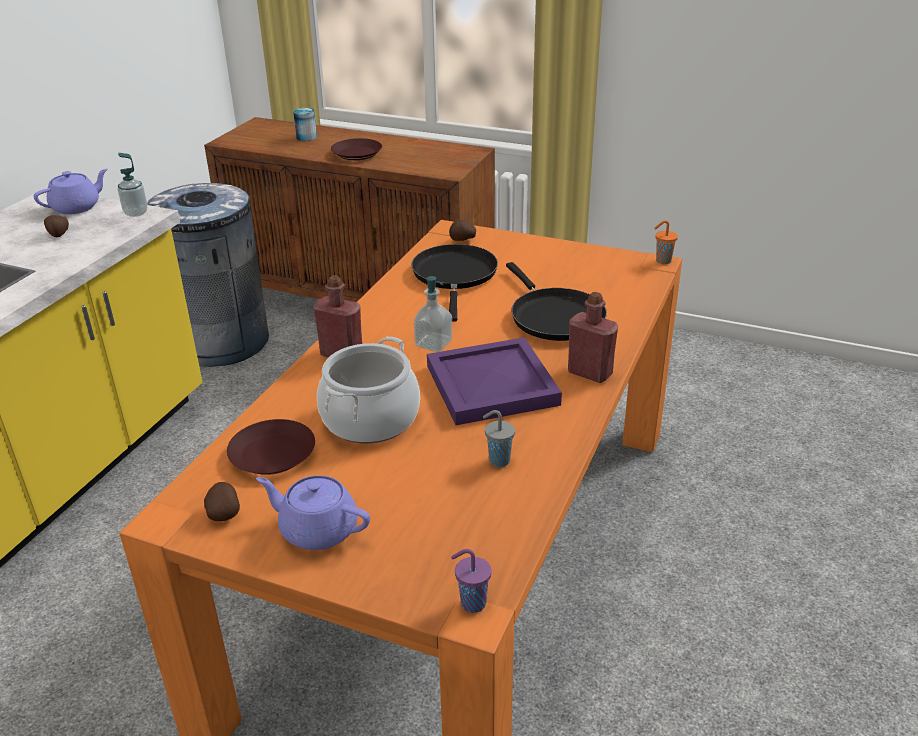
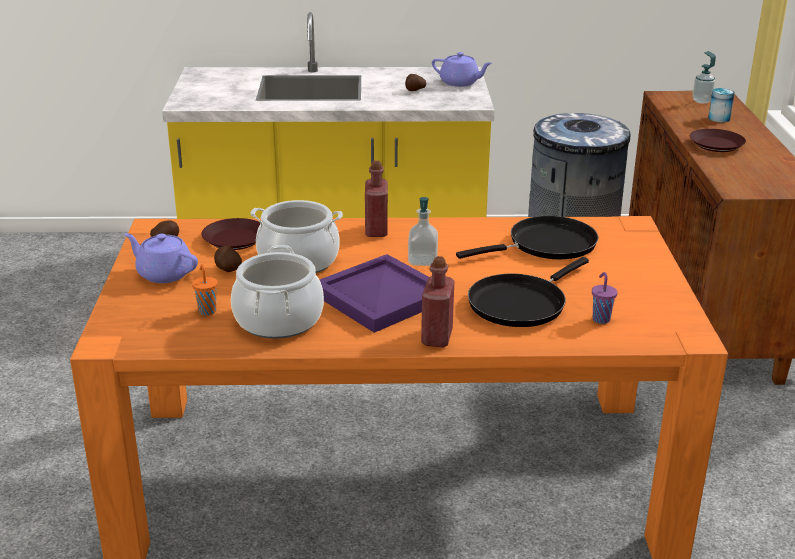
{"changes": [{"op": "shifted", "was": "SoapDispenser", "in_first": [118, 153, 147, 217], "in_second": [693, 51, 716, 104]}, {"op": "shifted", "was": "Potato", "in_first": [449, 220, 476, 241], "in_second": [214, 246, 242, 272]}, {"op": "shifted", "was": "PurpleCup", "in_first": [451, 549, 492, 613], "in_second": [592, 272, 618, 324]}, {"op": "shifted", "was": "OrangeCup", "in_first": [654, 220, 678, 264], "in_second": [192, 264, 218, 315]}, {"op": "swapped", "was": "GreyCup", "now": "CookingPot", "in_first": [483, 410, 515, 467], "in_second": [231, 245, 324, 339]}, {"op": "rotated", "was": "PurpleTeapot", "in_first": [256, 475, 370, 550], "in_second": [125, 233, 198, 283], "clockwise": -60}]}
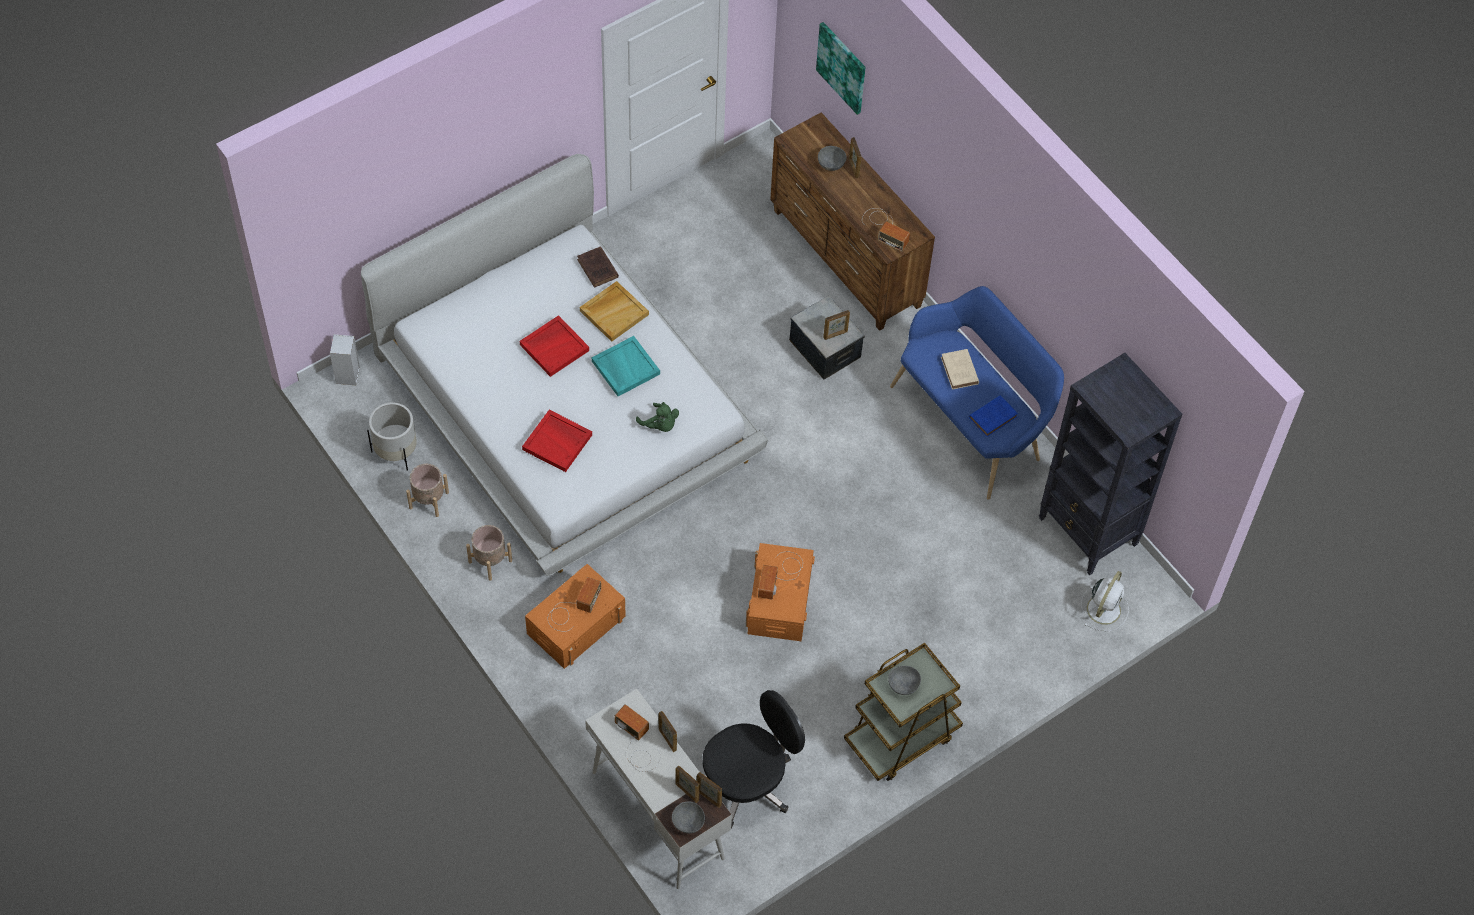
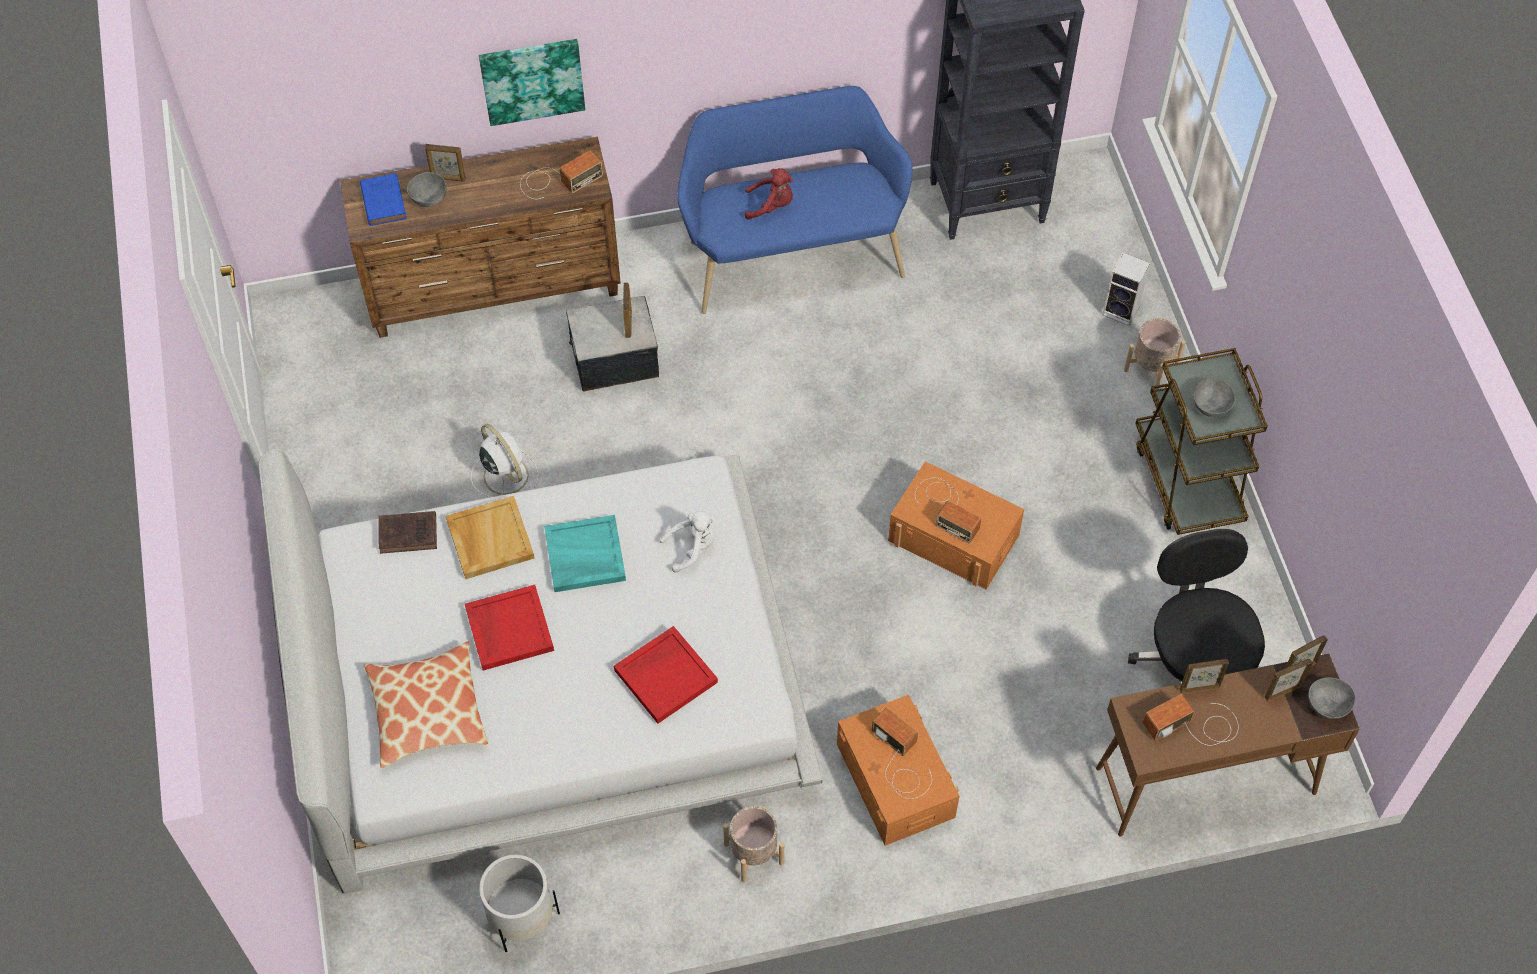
{"changes": [{"op": "new", "now": "Pillow", "in_second": [364, 641, 488, 768]}, {"op": "shifted", "was": "Speaker", "in_first": [330, 334, 360, 385], "in_second": [1102, 253, 1150, 326]}, {"op": "shifted", "was": "BeigePlanter", "in_first": [406, 464, 449, 517], "in_second": [1124, 318, 1186, 390]}, {"op": "shifted", "was": "Picture", "in_first": [816, 22, 866, 115], "in_second": [479, 39, 585, 126]}, {"op": "shifted", "was": "BlueBook", "in_first": [969, 395, 1018, 437], "in_second": [360, 173, 407, 226]}, {"op": "shifted", "was": "WhiteFan", "in_first": [1081, 571, 1129, 632], "in_second": [471, 424, 539, 497]}, {"op": "swapped", "was": "BeigeBook", "now": "RedPlushToy", "in_first": [941, 349, 979, 390], "in_second": [745, 168, 793, 220]}, {"op": "repainted", "was": "WhiteDesk", "now": "BrownDesk", "in_first": [585, 689, 732, 889], "in_second": [1096, 653, 1360, 837]}, {"op": "repainted", "was": "GreenPlushToy", "now": "WhitePlushToy", "in_first": [636, 402, 679, 432], "in_second": [660, 511, 716, 573]}]}
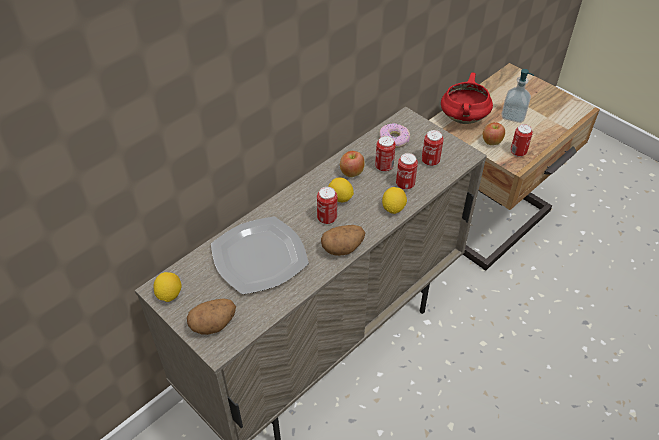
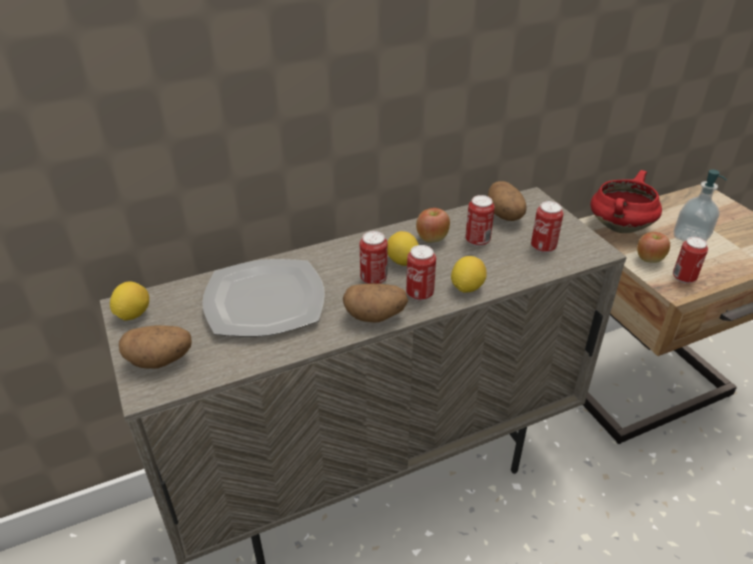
{"changes": [{"op": "shifted", "was": "Can", "in_first": [396, 153, 418, 190], "in_second": [406, 245, 436, 301]}, {"op": "swapped", "was": "Donut", "now": "Potato", "in_first": [379, 123, 410, 148], "in_second": [488, 181, 527, 221]}]}
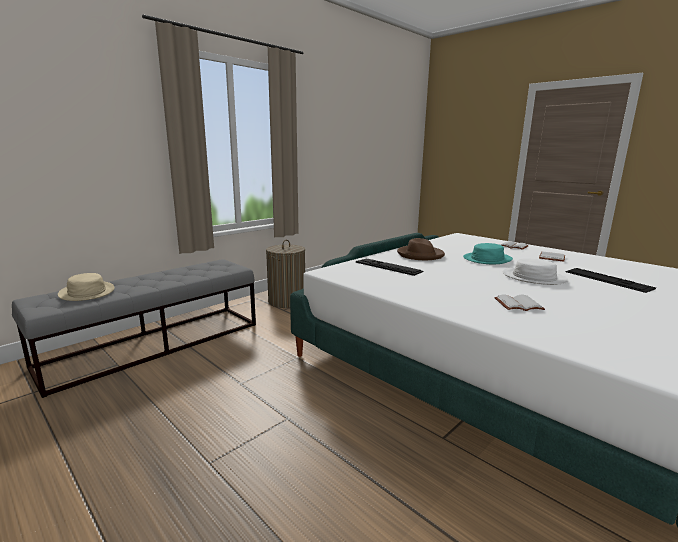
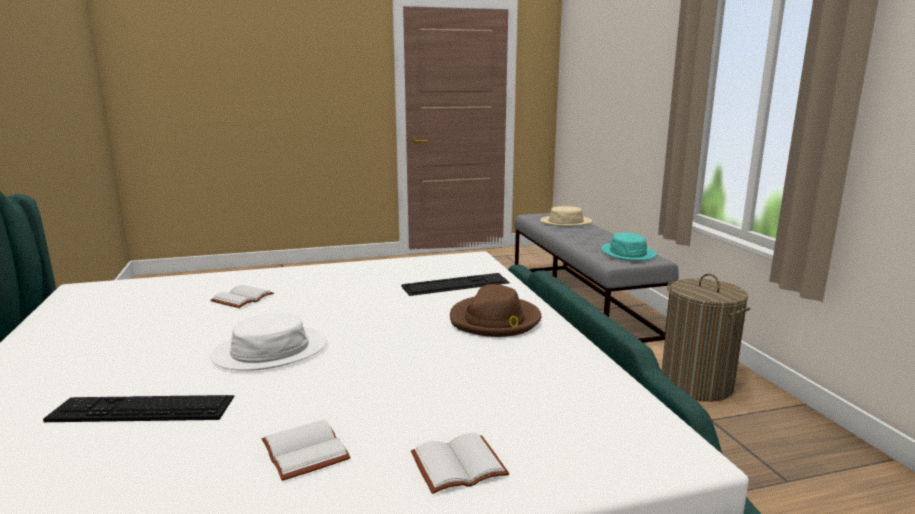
{"changes": [{"op": "shifted", "was": "TurquoiseHat", "in_first": [463, 243, 513, 264], "in_second": [601, 233, 656, 261]}]}
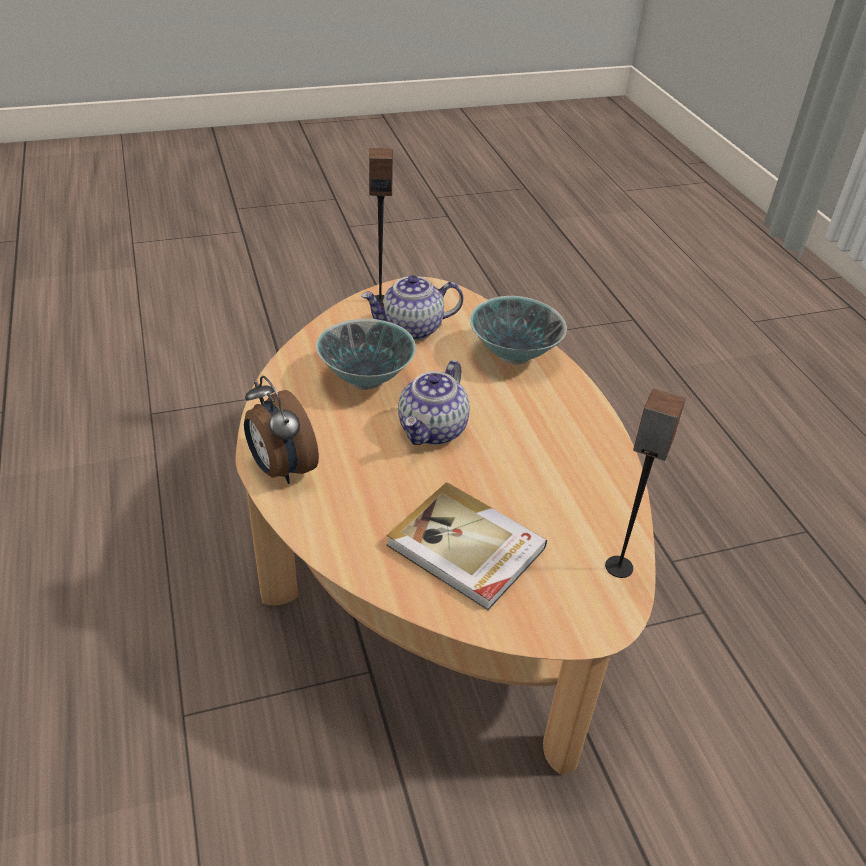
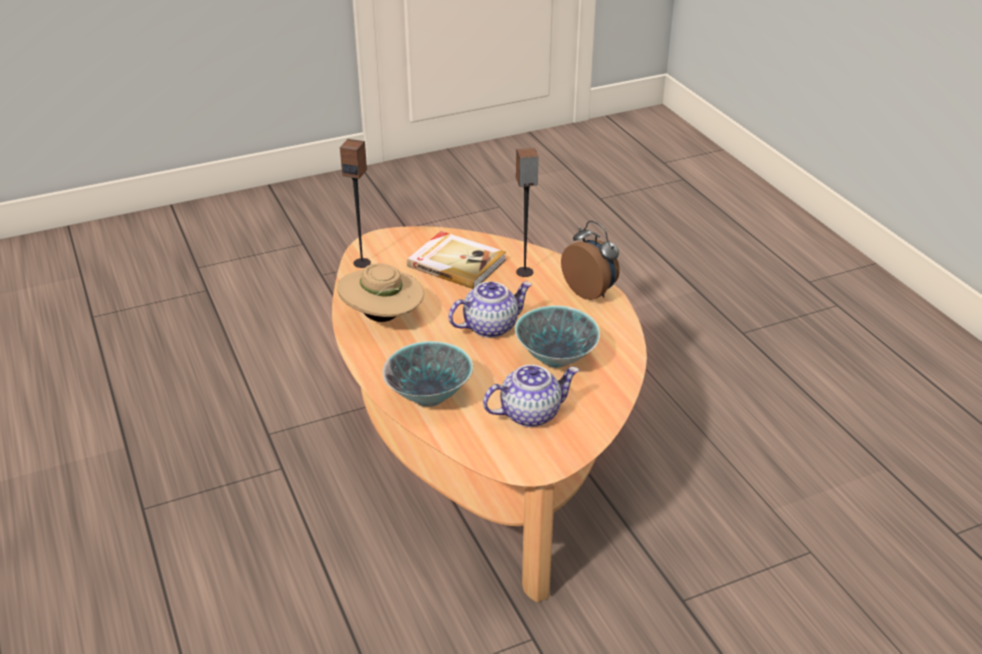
{"changes": [{"op": "new", "now": "BeigeHat", "in_second": [337, 263, 424, 322]}, {"op": "shifted", "was": "Speaker", "in_first": [369, 148, 393, 303], "in_second": [516, 147, 539, 277]}, {"op": "rotated", "was": "Teapot", "in_first": [398, 360, 470, 445], "in_second": [448, 282, 532, 338], "clockwise": 45}]}
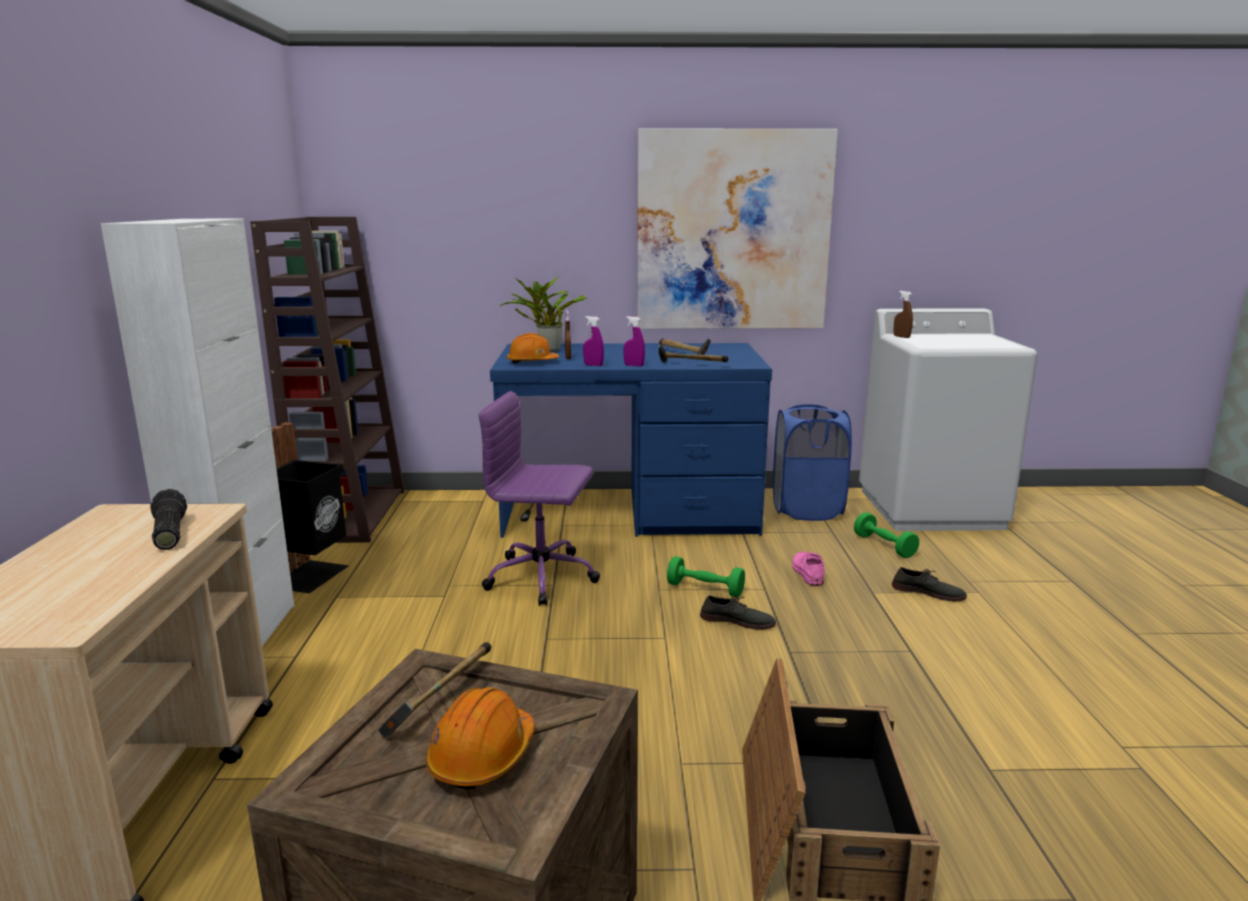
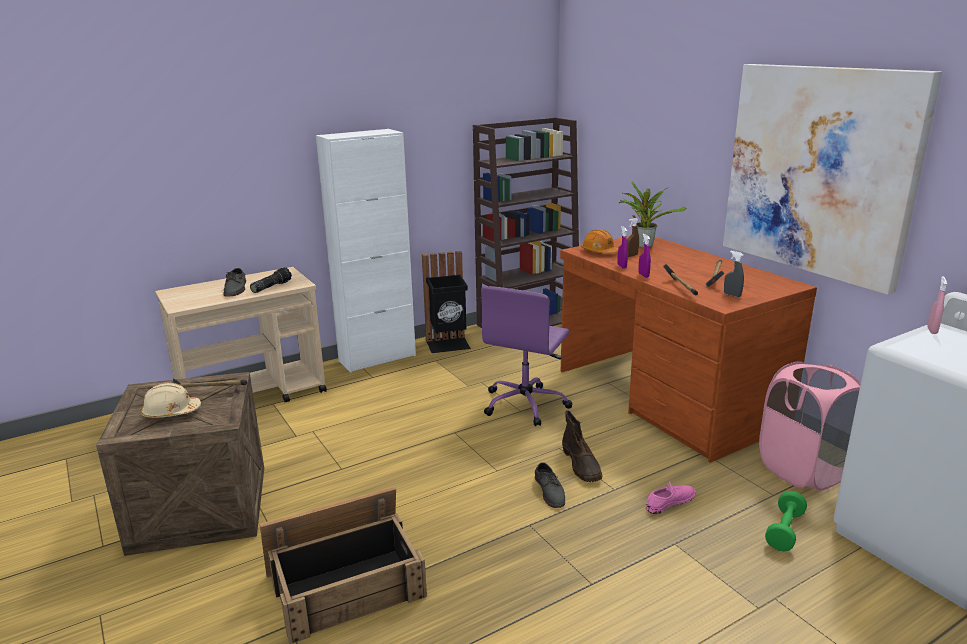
{"changes": [{"op": "new", "now": "GreySprayBottle", "in_second": [724, 251, 744, 297]}, {"op": "shifted", "was": "GreyShoe", "in_first": [892, 567, 967, 601], "in_second": [223, 268, 246, 297]}, {"op": "swapped", "was": "GreenDumbbell", "now": "BrownBoot", "in_first": [667, 556, 745, 597], "in_second": [562, 410, 602, 482]}, {"op": "repainted", "was": "OrangeHardHat", "now": "BeigeHardHat", "in_first": [425, 687, 535, 789], "in_second": [141, 382, 201, 418]}, {"op": "repainted", "was": "BlueDesk", "now": "BrownDesk", "in_first": [490, 343, 772, 538], "in_second": [560, 236, 817, 463]}, {"op": "repainted", "was": "BlueLaundryBasket", "now": "PinkLaundryBasket", "in_first": [773, 404, 852, 521], "in_second": [759, 361, 861, 491]}, {"op": "repainted", "was": "BrownSprayBottle", "now": "PinkSprayBottle", "in_first": [894, 291, 913, 338], "in_second": [927, 276, 947, 334]}, {"op": "rotated", "was": "PurpleOfficeChair", "in_first": [479, 391, 600, 606], "in_second": [481, 286, 572, 426], "clockwise": -135}]}
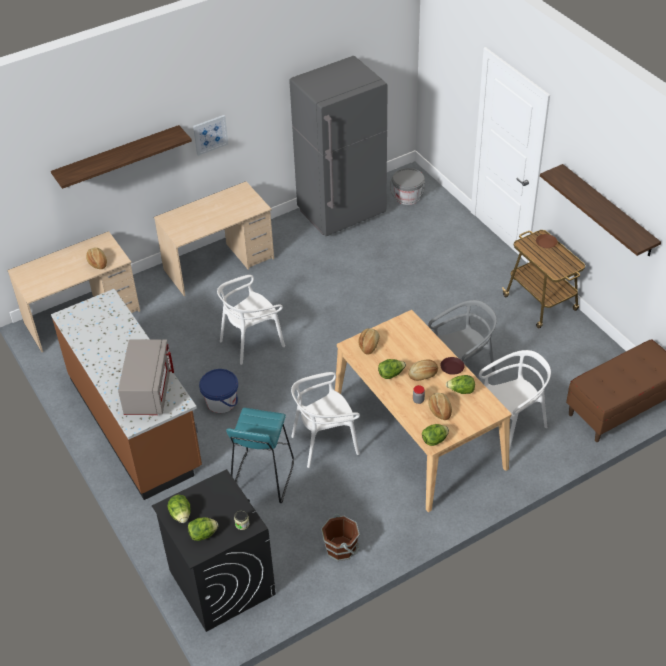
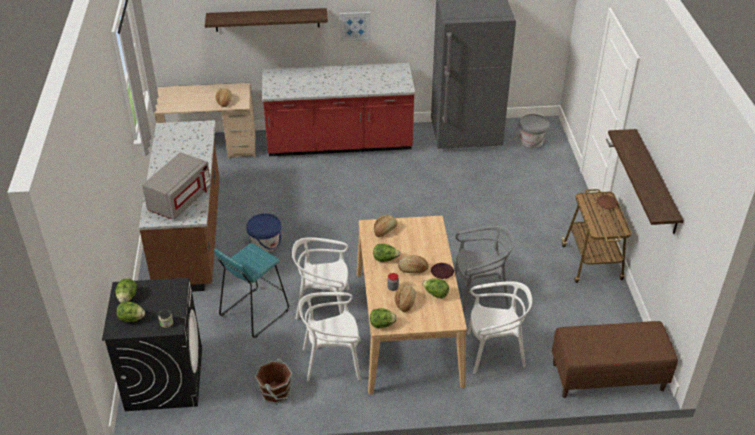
{"changes": [{"op": "shifted", "was": "WhiteChair", "in_first": [217, 275, 285, 365], "in_second": [299, 292, 361, 382]}, {"op": "swapped", "was": "BeigeDesk", "now": "RedCounter", "in_first": [154, 181, 274, 297], "in_second": [262, 63, 415, 156]}]}
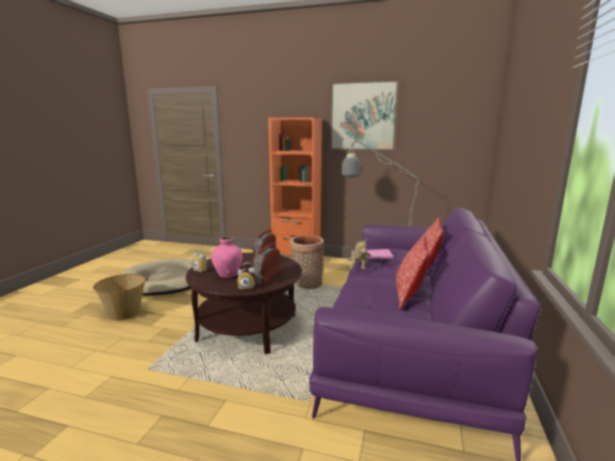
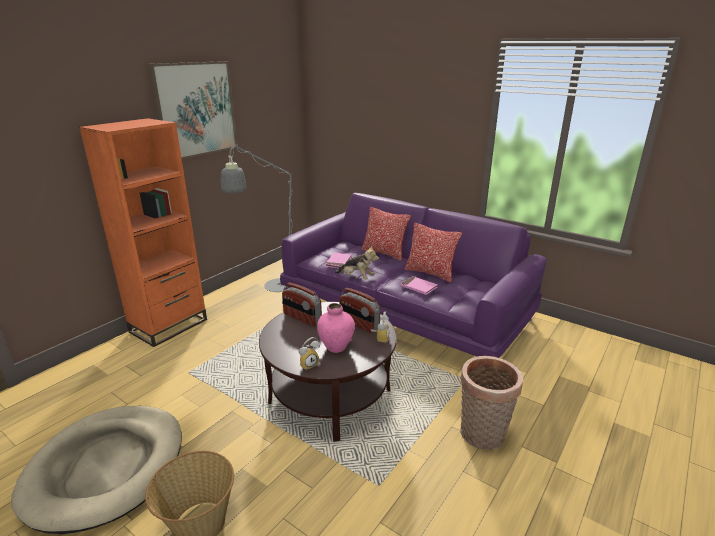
{"changes": [{"op": "new", "now": "PinkBook", "in_second": [400, 276, 438, 295]}, {"op": "shifted", "was": "Basket", "in_first": [290, 235, 324, 289], "in_second": [460, 356, 523, 450]}]}
